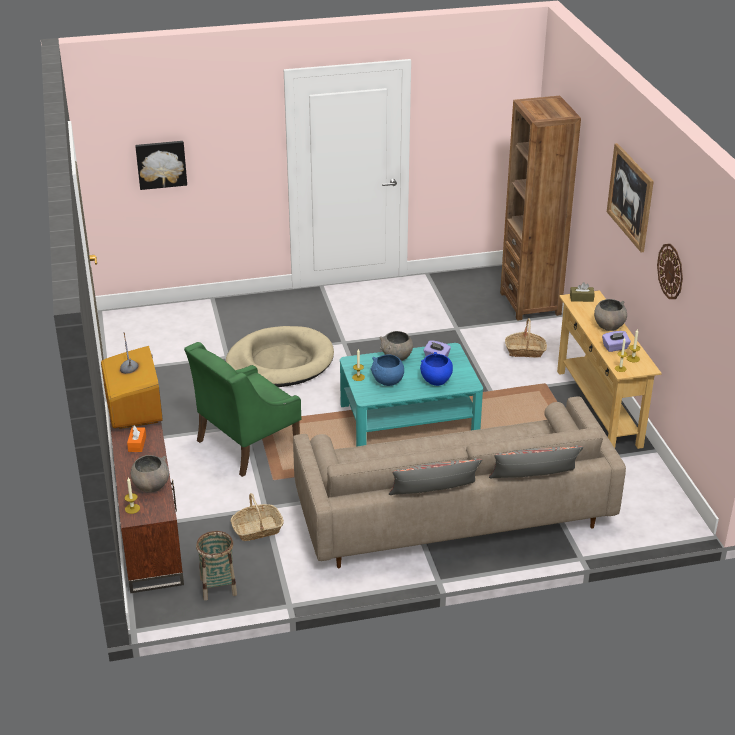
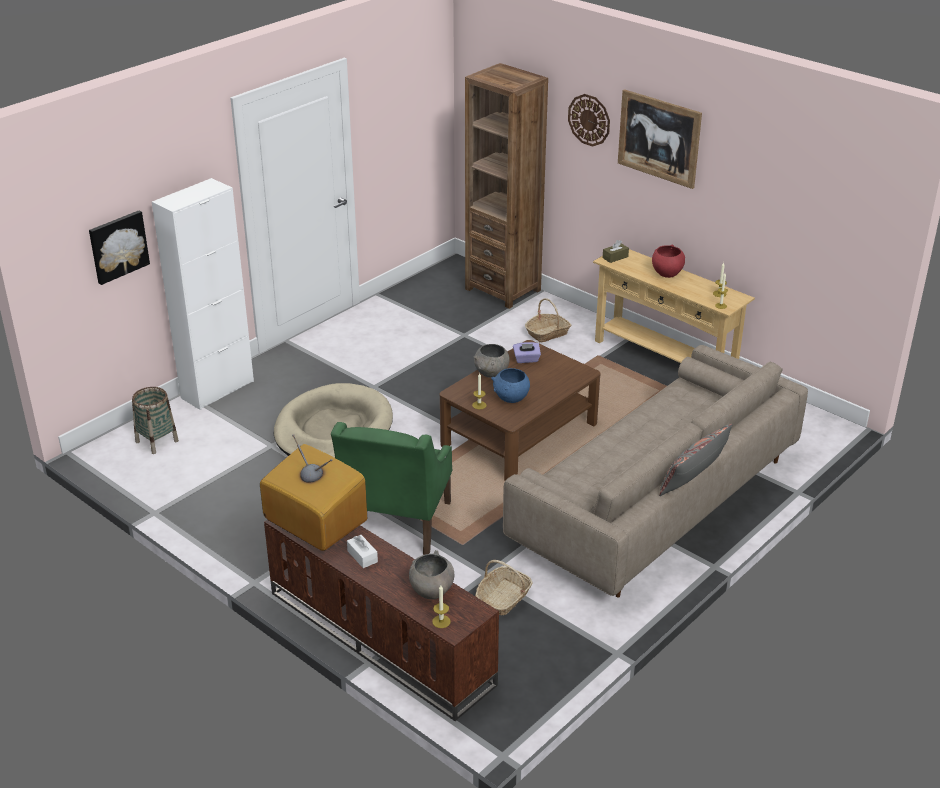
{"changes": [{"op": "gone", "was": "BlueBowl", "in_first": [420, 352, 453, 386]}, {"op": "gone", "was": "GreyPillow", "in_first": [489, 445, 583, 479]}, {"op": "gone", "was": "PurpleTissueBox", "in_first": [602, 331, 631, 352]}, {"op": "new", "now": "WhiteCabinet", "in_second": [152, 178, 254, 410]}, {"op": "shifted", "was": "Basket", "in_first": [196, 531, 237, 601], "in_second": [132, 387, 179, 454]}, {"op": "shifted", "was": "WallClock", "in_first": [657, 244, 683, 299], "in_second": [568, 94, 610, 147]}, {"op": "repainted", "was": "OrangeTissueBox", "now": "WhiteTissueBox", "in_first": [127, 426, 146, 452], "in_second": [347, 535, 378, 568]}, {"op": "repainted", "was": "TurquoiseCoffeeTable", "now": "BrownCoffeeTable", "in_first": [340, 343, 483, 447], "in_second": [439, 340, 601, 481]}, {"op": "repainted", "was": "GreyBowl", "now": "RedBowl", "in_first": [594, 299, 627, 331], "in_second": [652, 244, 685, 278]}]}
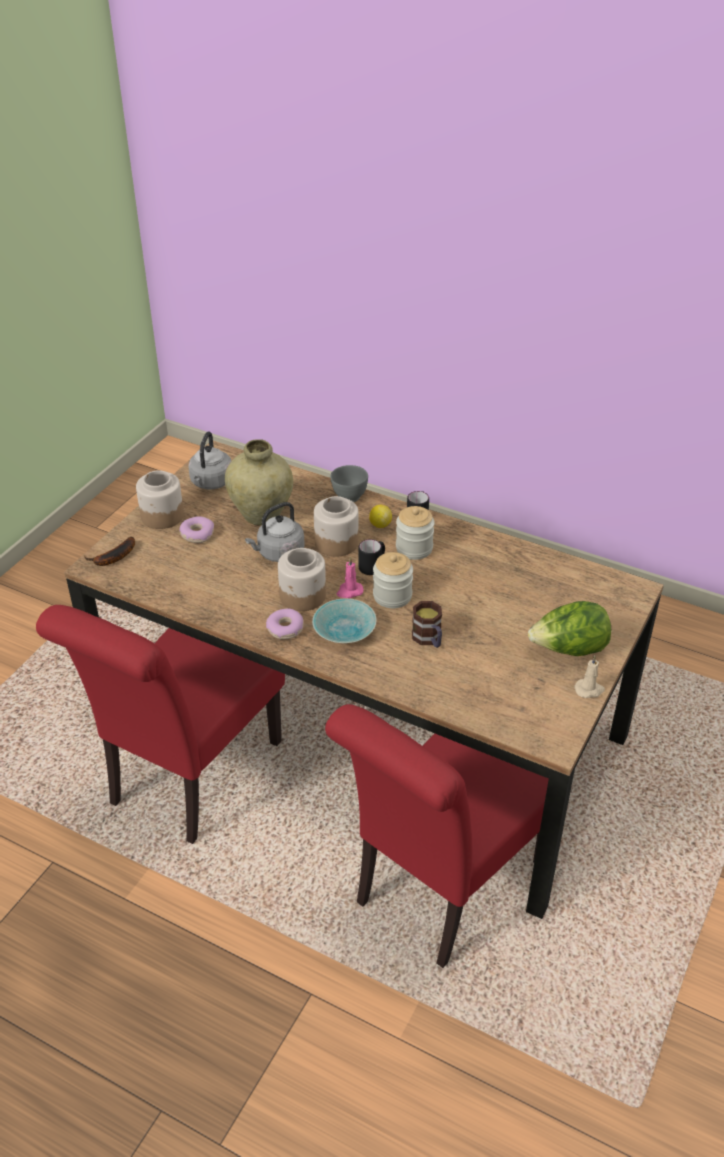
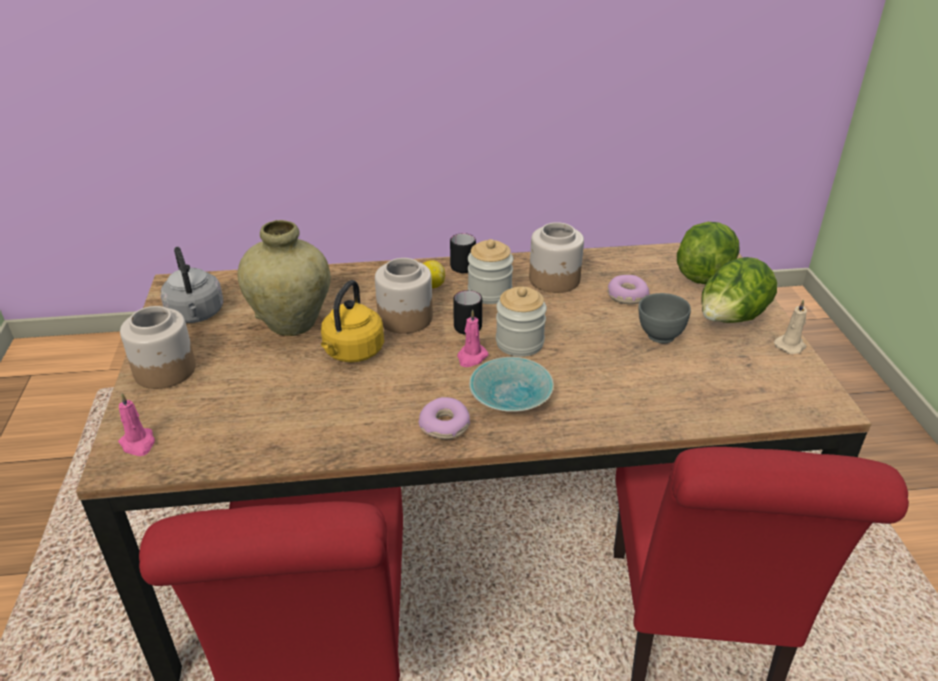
{"changes": [{"op": "gone", "was": "Mug", "in_first": [412, 601, 442, 648]}, {"op": "new", "now": "Lettuce", "in_second": [677, 222, 739, 284]}, {"op": "shifted", "was": "Donut", "in_first": [179, 516, 214, 543], "in_second": [608, 275, 649, 304]}, {"op": "shifted", "was": "Jar", "in_first": [278, 548, 326, 611], "in_second": [529, 222, 584, 293]}, {"op": "shifted", "was": "GreyBowl", "in_first": [331, 465, 368, 502], "in_second": [638, 293, 691, 343]}, {"op": "swapped", "was": "Banana", "now": "PinkCandle", "in_first": [84, 537, 135, 566], "in_second": [118, 393, 155, 456]}, {"op": "repainted", "was": "GreyKettle", "now": "YellowKettle", "in_first": [245, 502, 305, 562], "in_second": [321, 280, 384, 362]}]}
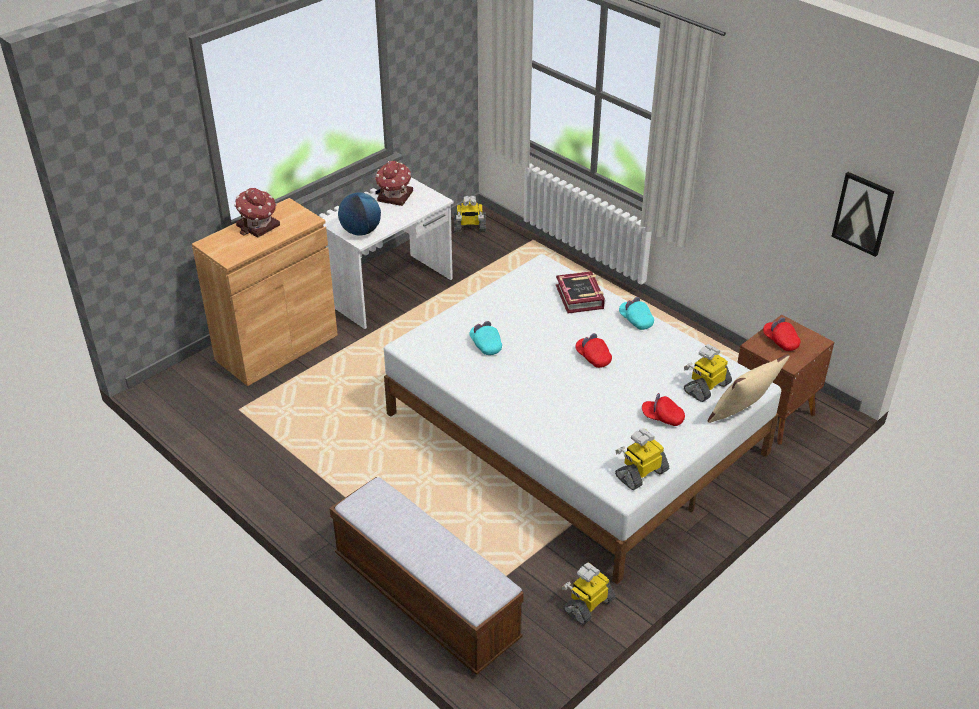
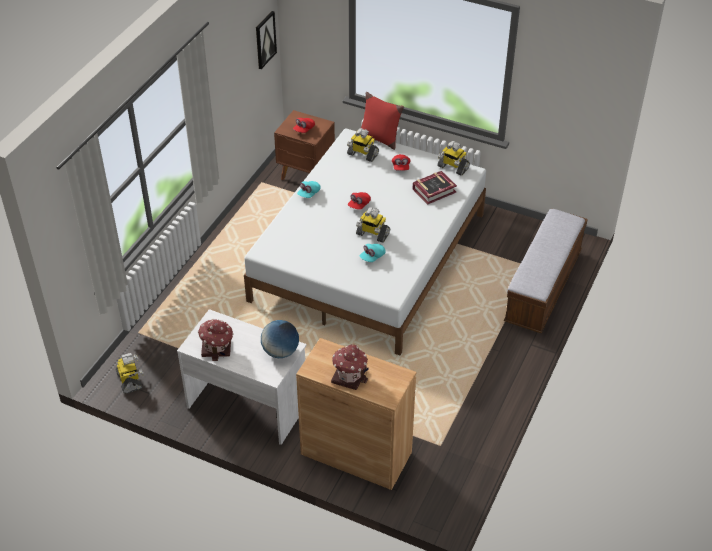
{"changes": [{"op": "shifted", "was": "Book", "in_first": [556, 271, 605, 314], "in_second": [413, 171, 457, 204]}, {"op": "shifted", "was": "ToyRobot", "in_first": [562, 562, 615, 625], "in_second": [356, 207, 390, 243]}, {"op": "repainted", "was": "BeigePillow", "now": "RedPillow", "in_first": [708, 354, 790, 423], "in_second": [361, 92, 404, 150]}]}
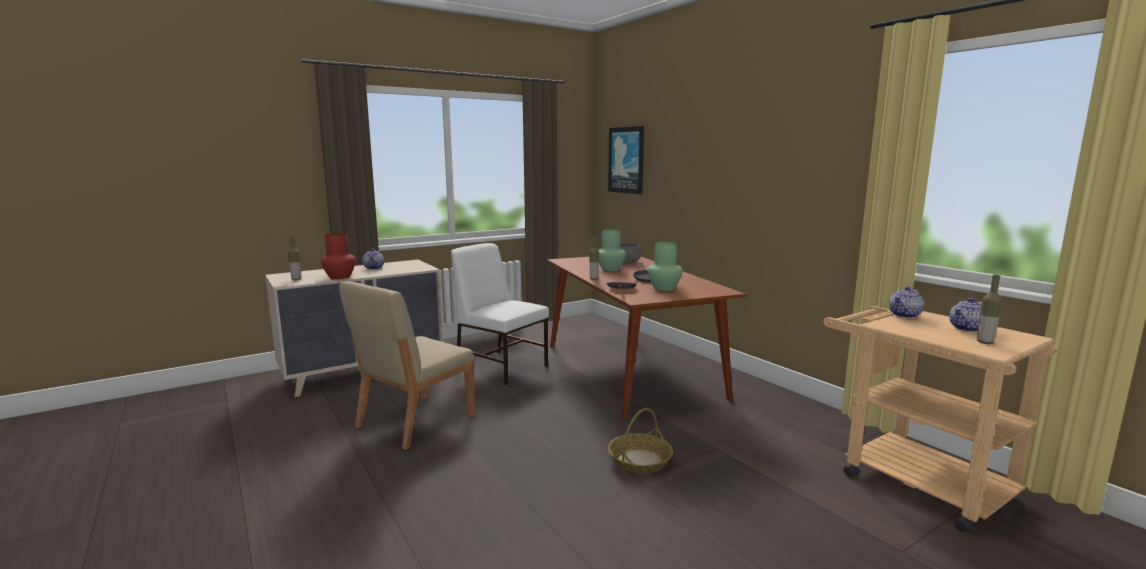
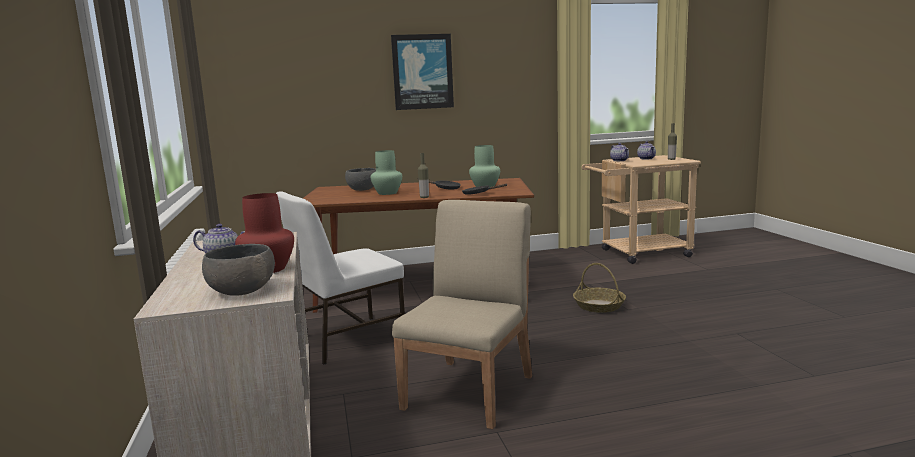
{"changes": [{"op": "shifted", "was": "Picture", "in_first": [608, 126, 644, 194], "in_second": [391, 34, 454, 110]}, {"op": "swapped", "was": "Bottle", "now": "GreyBowl", "in_first": [288, 236, 302, 280], "in_second": [202, 244, 275, 296]}, {"op": "rotated", "was": "BeigeChair", "in_first": [339, 281, 475, 450], "in_second": [392, 200, 532, 429], "clockwise": -120}]}
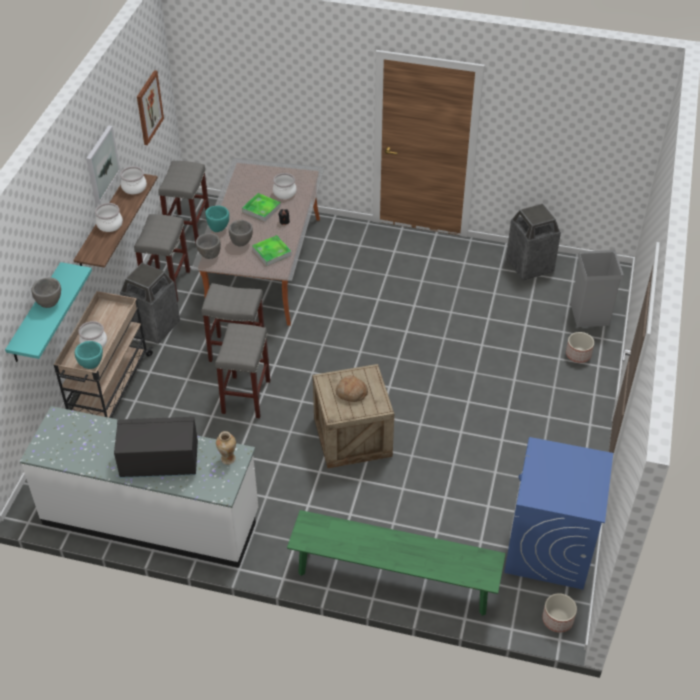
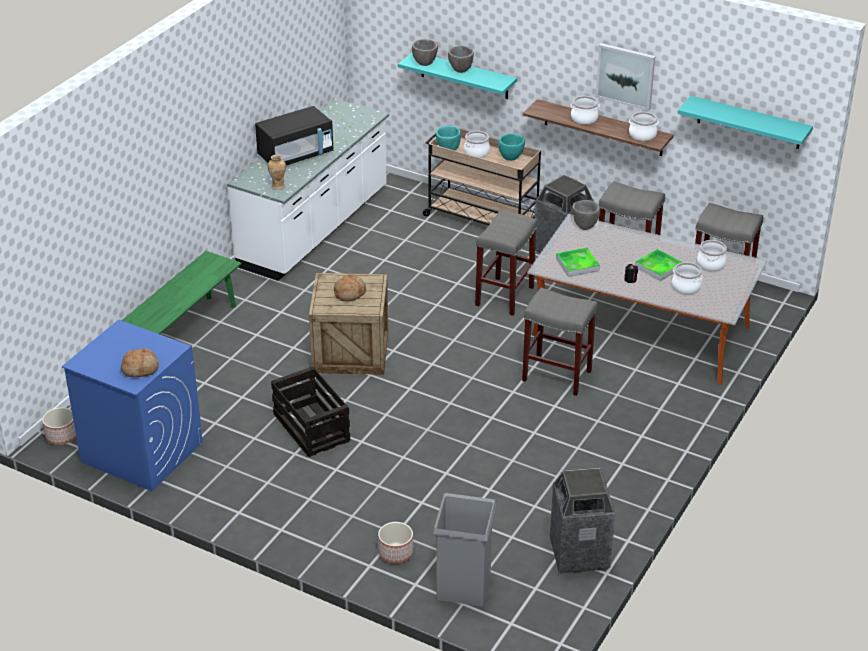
{"changes": [{"op": "new", "now": "Bread", "in_second": [121, 348, 159, 378]}, {"op": "new", "now": "Crate", "in_second": [271, 366, 350, 457]}, {"op": "new", "now": "CookingPot", "in_second": [697, 240, 727, 271]}, {"op": "shifted", "was": "TurquoiseBowl", "in_first": [205, 206, 229, 232], "in_second": [499, 134, 525, 161]}, {"op": "shifted", "was": "GreyStool", "in_first": [215, 323, 270, 418], "in_second": [522, 288, 598, 396]}, {"op": "shifted", "was": "GreyBowl", "in_first": [229, 220, 253, 246], "in_second": [412, 39, 438, 66]}, {"op": "swapped", "was": "Picture", "now": "TurquoiseShelf", "in_first": [137, 70, 164, 145], "in_second": [677, 96, 813, 149]}, {"op": "rotated", "was": "BlackMicrowave", "in_first": [114, 417, 198, 478], "in_second": [255, 106, 333, 165], "clockwise": 45}]}
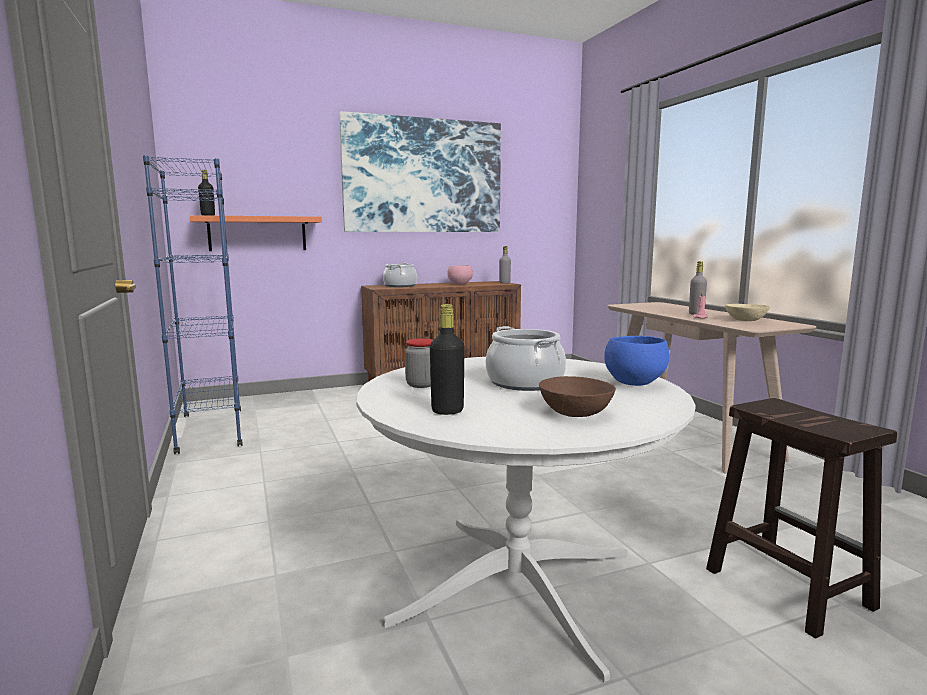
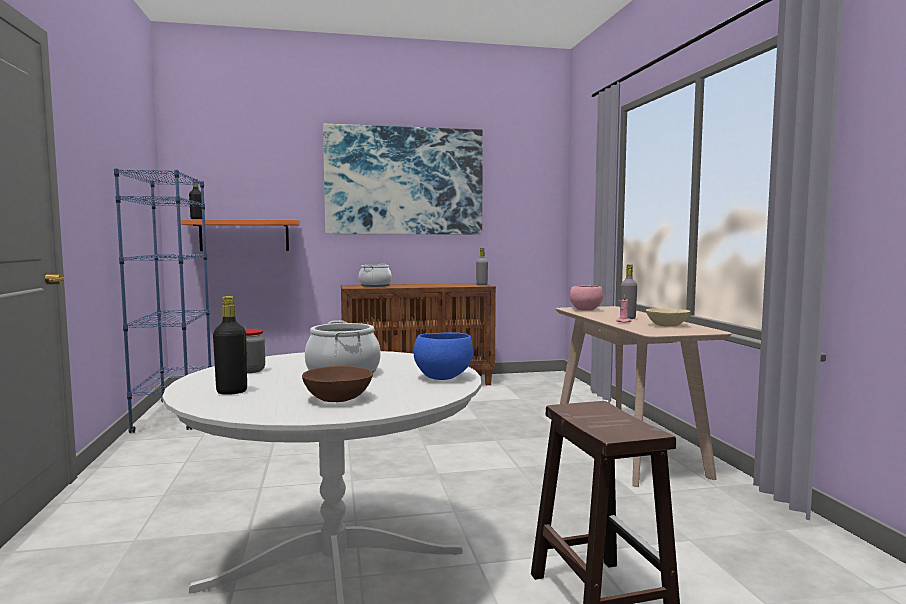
{"changes": [{"op": "shifted", "was": "PinkBowl", "in_first": [447, 265, 473, 285], "in_second": [570, 285, 603, 311]}]}
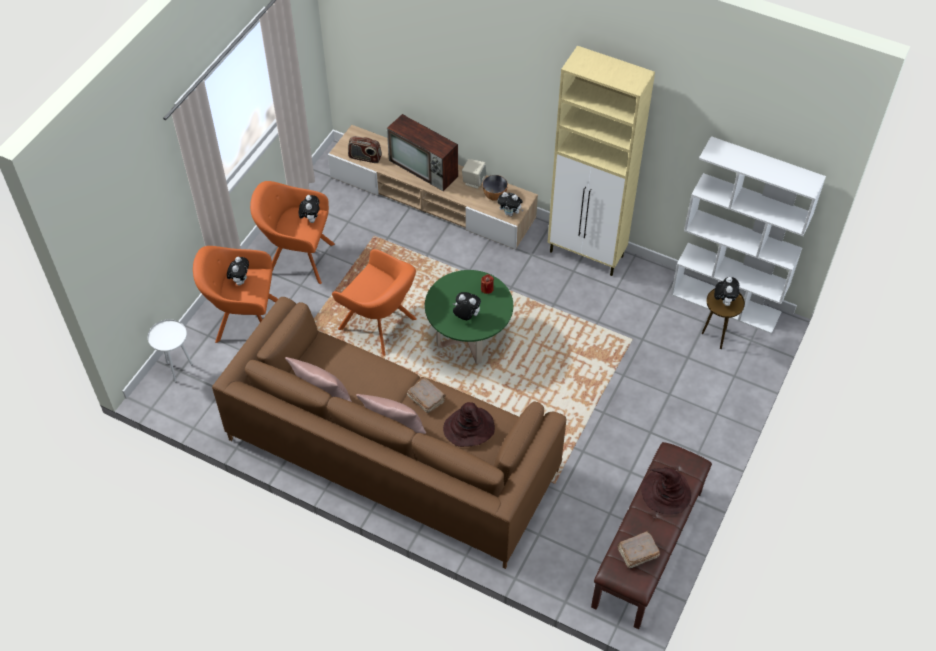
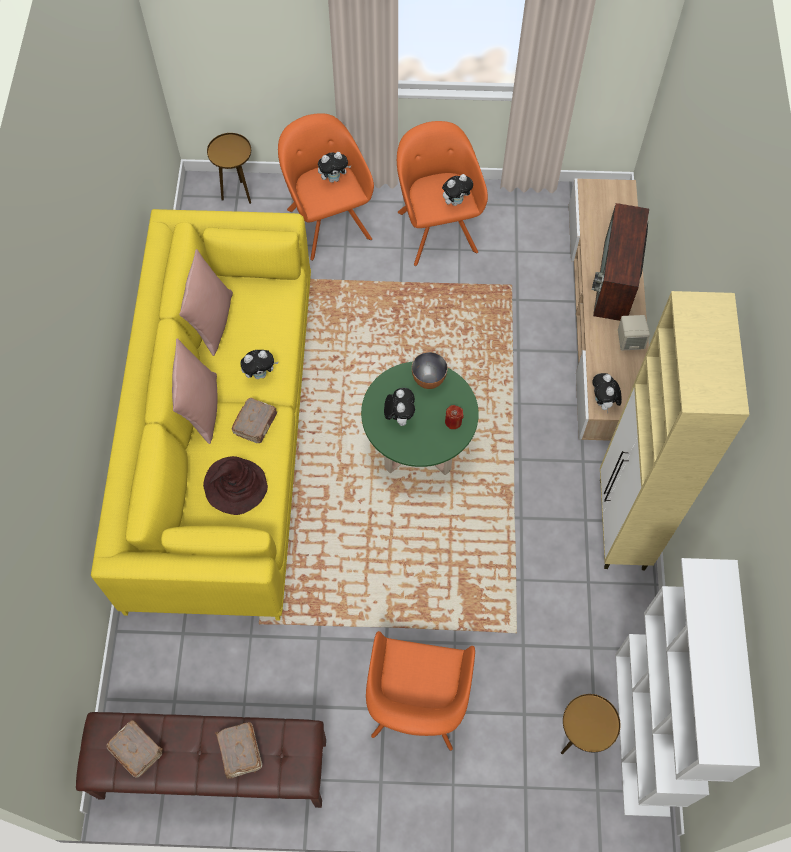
{"changes": [{"op": "gone", "was": "Radio", "in_first": [348, 136, 382, 163]}, {"op": "shifted", "was": "OrangeArmchair", "in_first": [332, 249, 417, 356], "in_second": [366, 631, 475, 751]}, {"op": "shifted", "was": "Bowl", "in_first": [483, 175, 508, 201], "in_second": [412, 352, 448, 389]}, {"op": "shifted", "was": "PlushToy", "in_first": [714, 277, 739, 306], "in_second": [240, 350, 279, 379]}, {"op": "swapped", "was": "BrownHat", "now": "BrownBook", "in_first": [641, 467, 691, 515], "in_second": [215, 722, 262, 779]}, {"op": "repainted", "was": "WhiteSideTable", "now": "BrownSideTable", "in_first": [148, 319, 193, 383], "in_second": [207, 133, 251, 204]}, {"op": "repainted", "was": "BrownSofa", "now": "YellowSofa", "in_first": [212, 297, 566, 569], "in_second": [91, 209, 311, 621]}]}
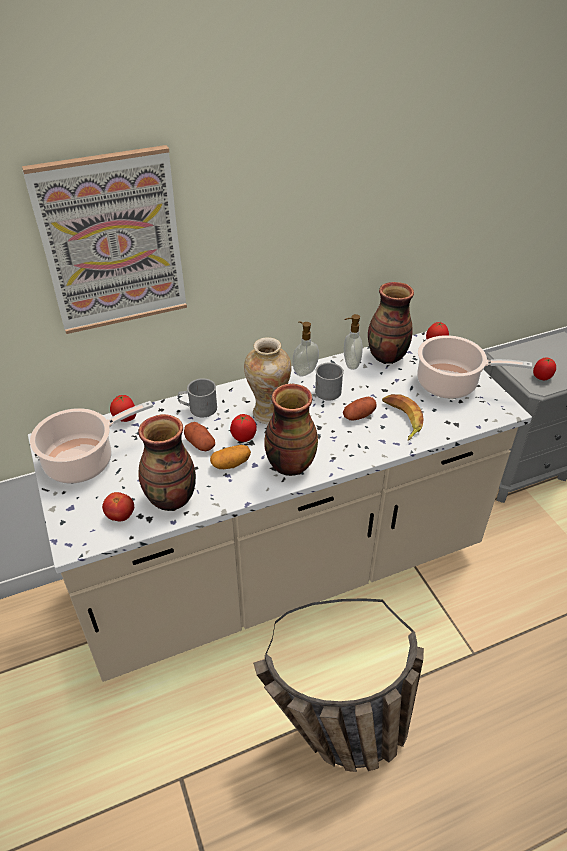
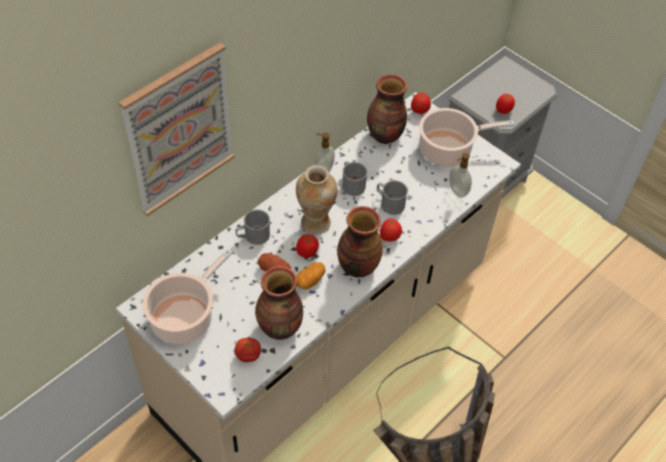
{"changes": [{"op": "gone", "was": "Banana", "in_first": [382, 394, 424, 441]}, {"op": "shifted", "was": "Tomato", "in_first": [110, 394, 136, 422], "in_second": [380, 219, 402, 241]}, {"op": "shifted", "was": "SoapDispenser", "in_first": [344, 314, 363, 370], "in_second": [449, 153, 472, 198]}, {"op": "swapped", "was": "Potato", "now": "GreyMug", "in_first": [343, 397, 376, 421], "in_second": [377, 180, 408, 215]}]}
